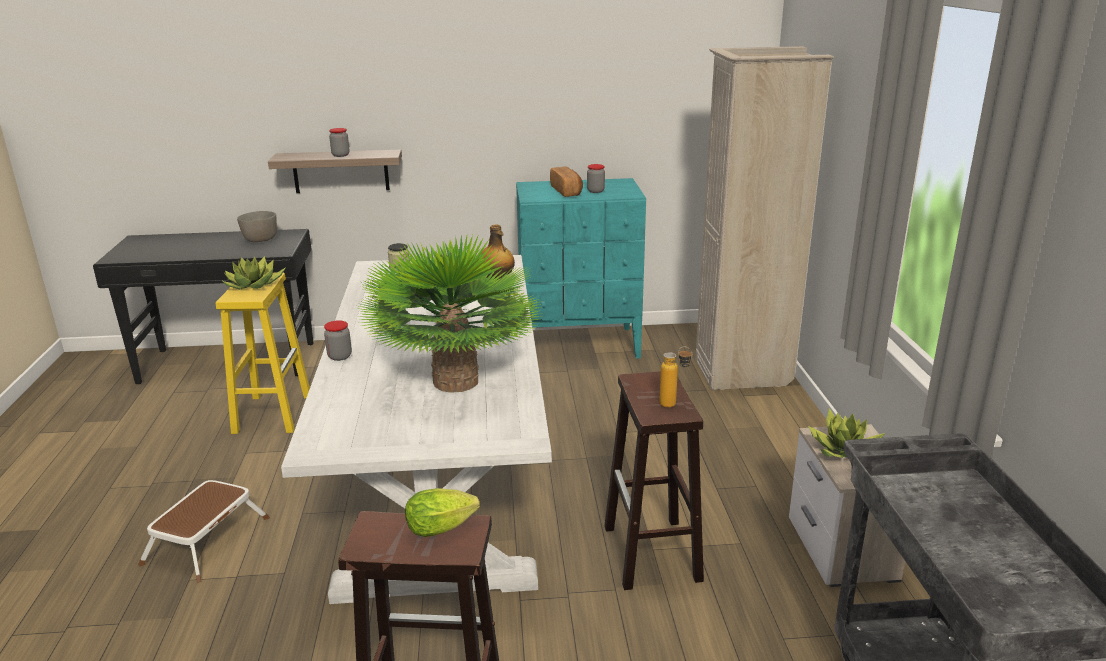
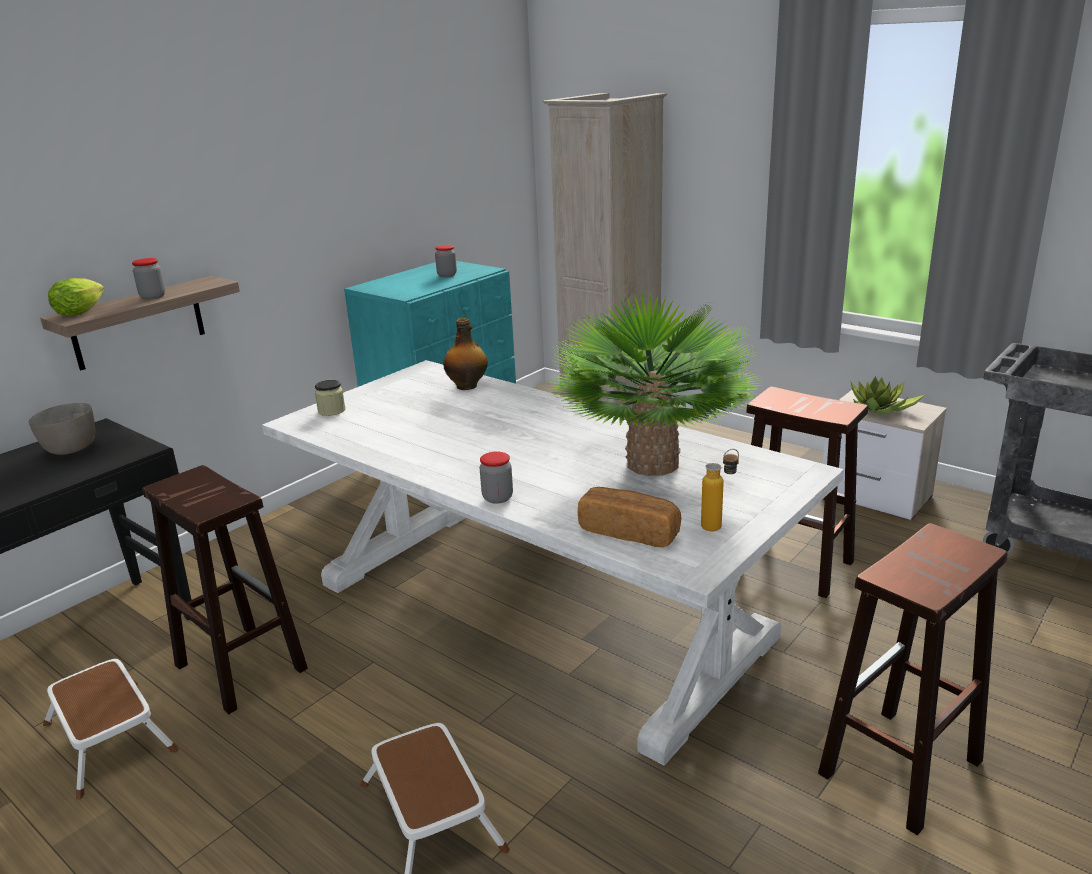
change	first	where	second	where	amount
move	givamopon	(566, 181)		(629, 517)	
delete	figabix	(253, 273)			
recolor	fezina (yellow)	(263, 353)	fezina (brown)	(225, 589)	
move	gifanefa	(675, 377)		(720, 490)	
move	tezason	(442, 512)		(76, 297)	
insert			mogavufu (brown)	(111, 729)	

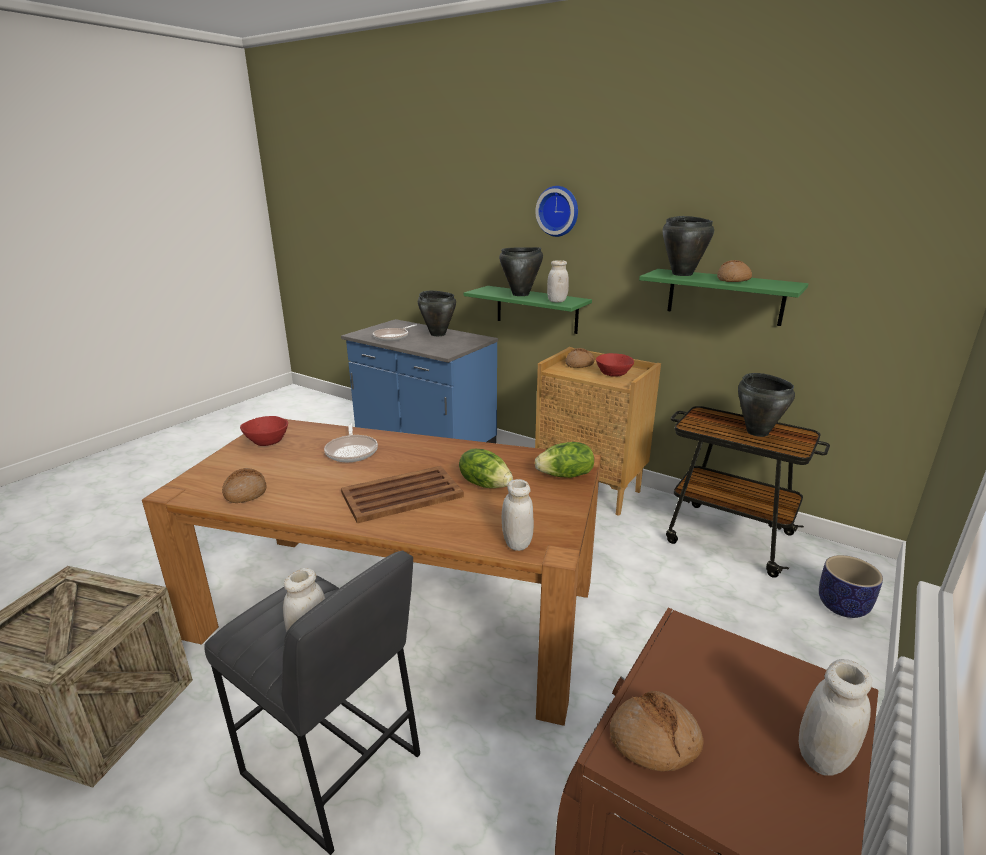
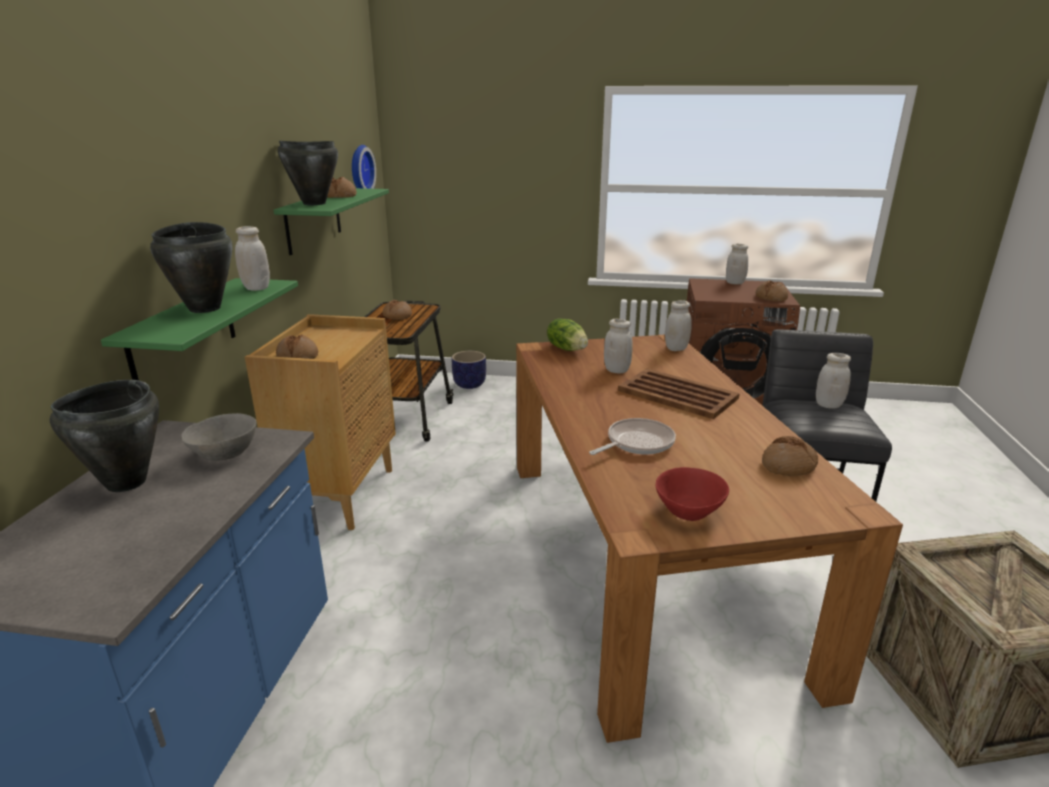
change	first	where	second	where	amount
move	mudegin	(556, 211)		(364, 167)	
delete	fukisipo	(395, 332)			
delete	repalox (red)	(615, 365)			
replace	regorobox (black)	(766, 405)	givamopon	(397, 310)	
replace	tezason	(486, 468)	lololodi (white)	(618, 346)	
insert			repalox (grey)	(219, 437)	

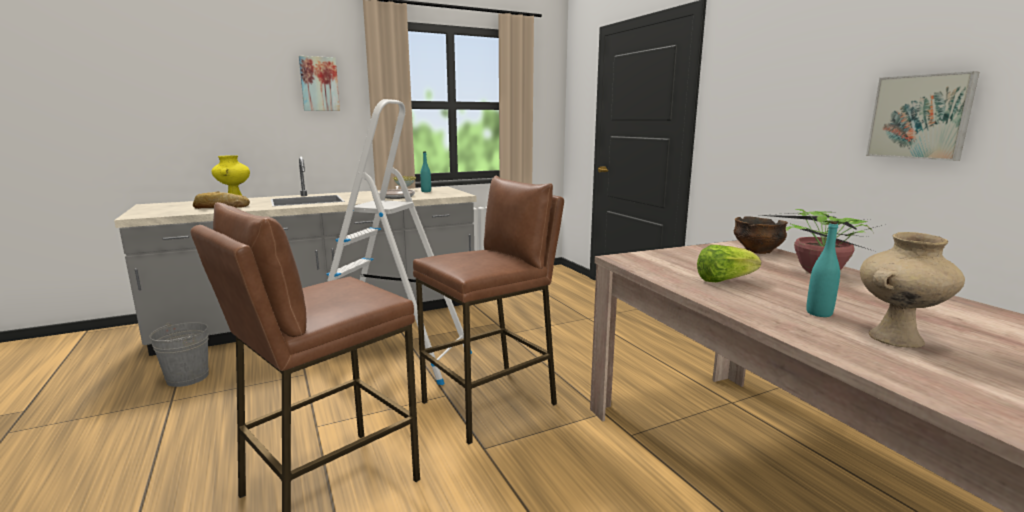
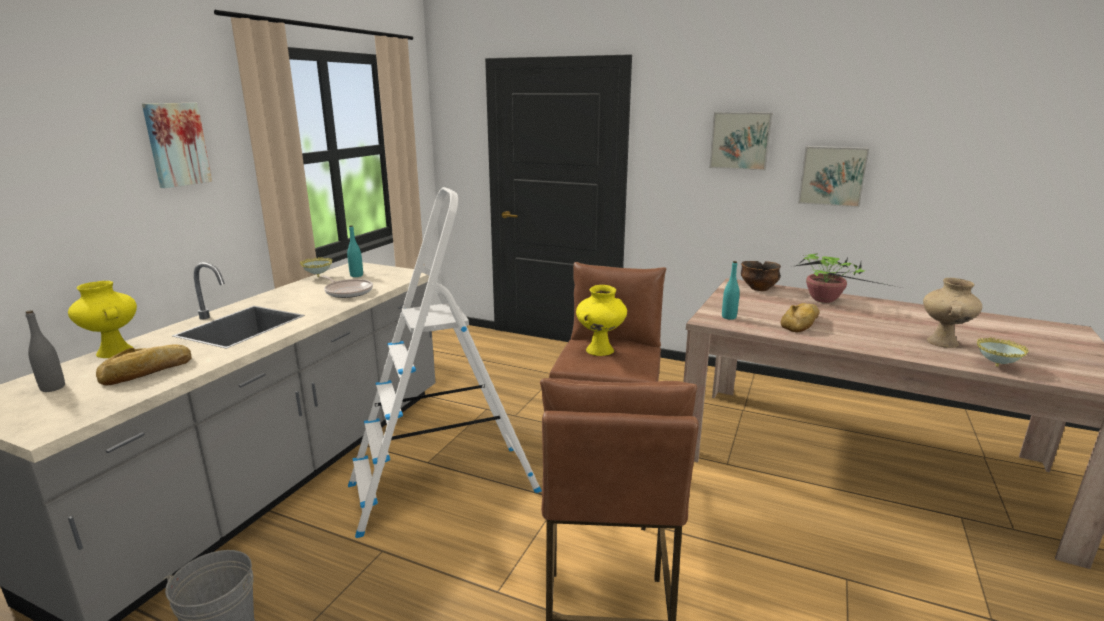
change	first	where	second	where	amount
move	gifanefa (turquoise)	(823, 269)		(731, 290)	
replace	tezason	(729, 263)	givamopon	(800, 317)	
insert			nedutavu	(741, 141)	
insert			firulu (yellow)	(601, 320)	
insert			gifanefa (grey)	(45, 351)	
insert			repalox	(1003, 352)	

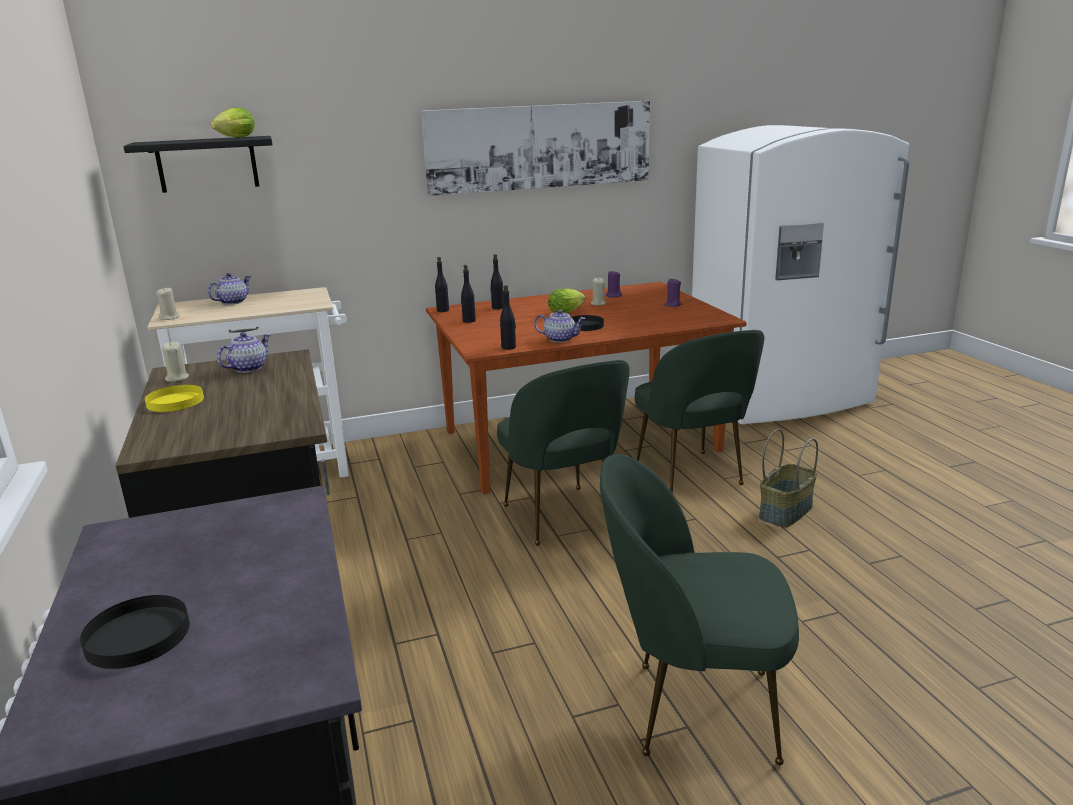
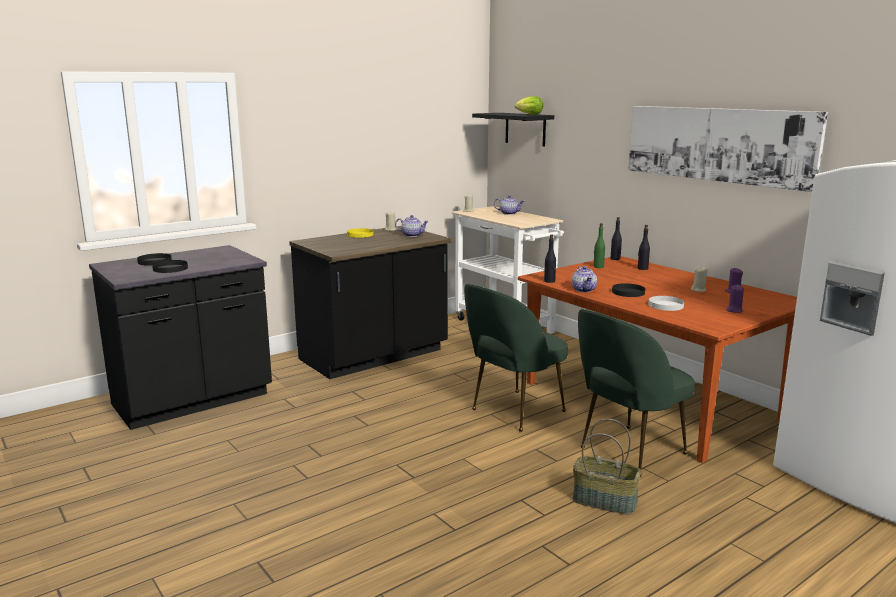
change	first	where	second	where	amount
recolor	gifanefa (black)	(468, 294)	gifanefa (green)	(599, 245)	
delete	tezason	(567, 300)			
delete	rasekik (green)	(699, 609)			
insert			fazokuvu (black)	(170, 266)	
insert			fazokuvu (white)	(666, 303)	

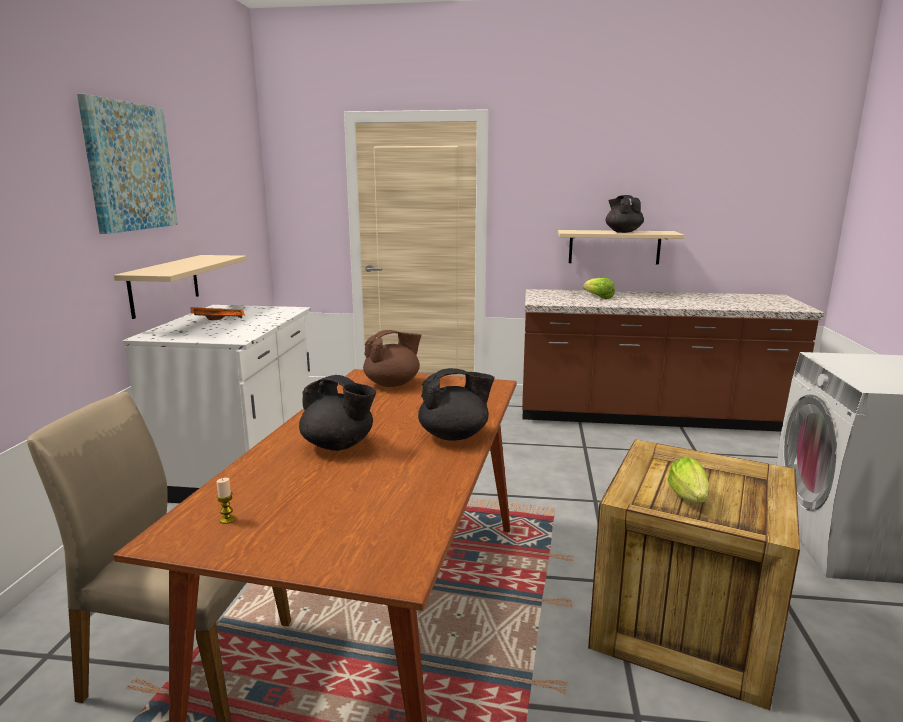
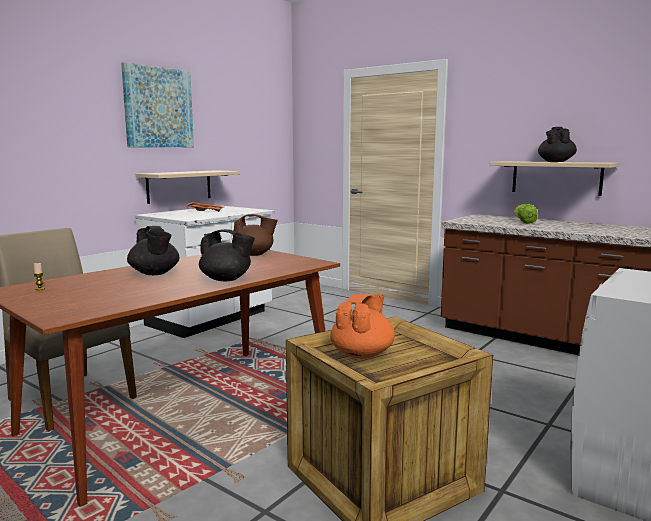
change	first	where	second	where	amount
replace	tezason	(688, 480)	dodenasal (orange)	(362, 326)	

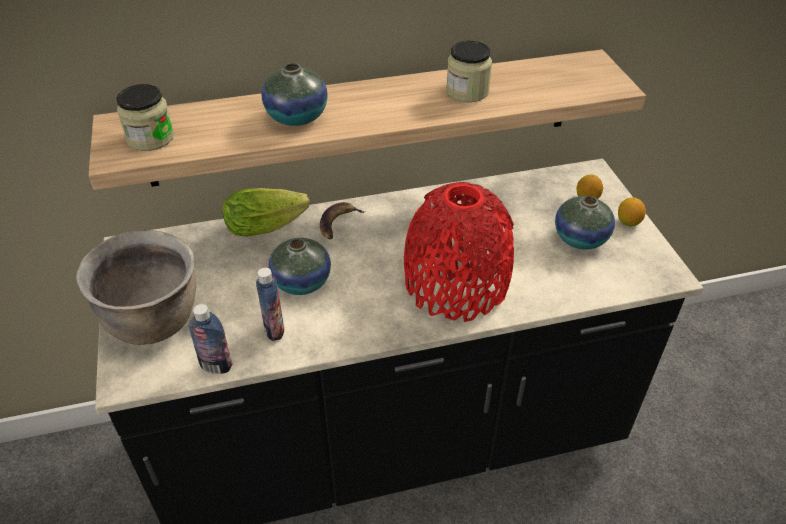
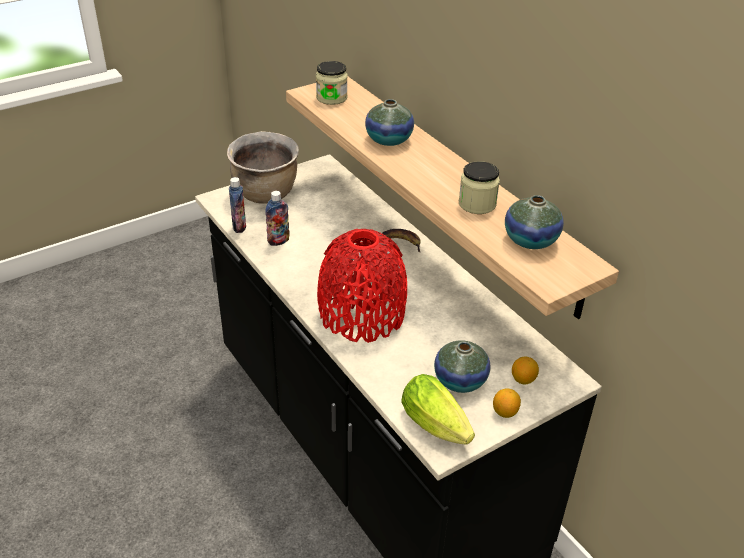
change	first	where	second	where	amount
move	tezason	(265, 212)		(438, 409)	
move	firulu	(299, 266)		(534, 222)	

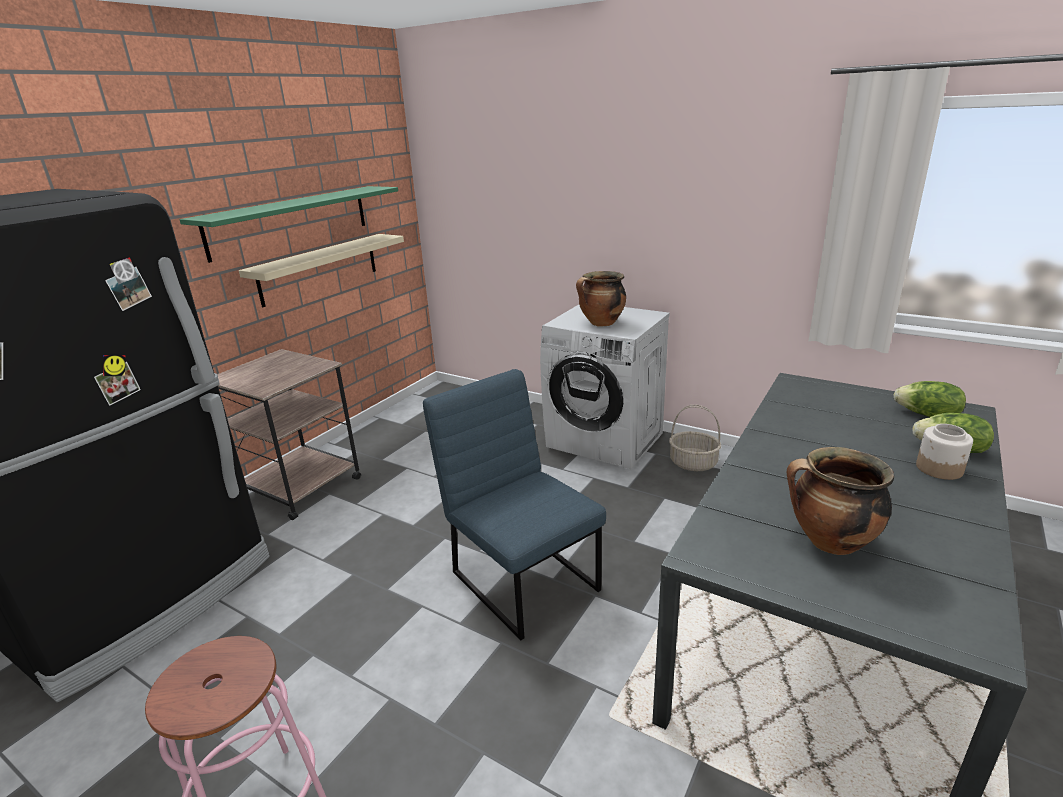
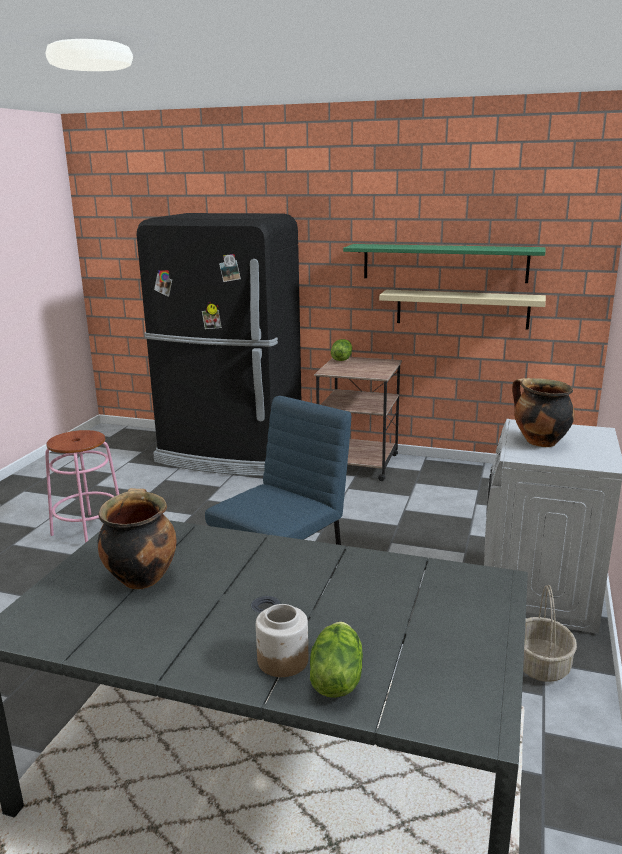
change	first	where	second	where	amount
move	tezason	(930, 399)		(341, 350)	

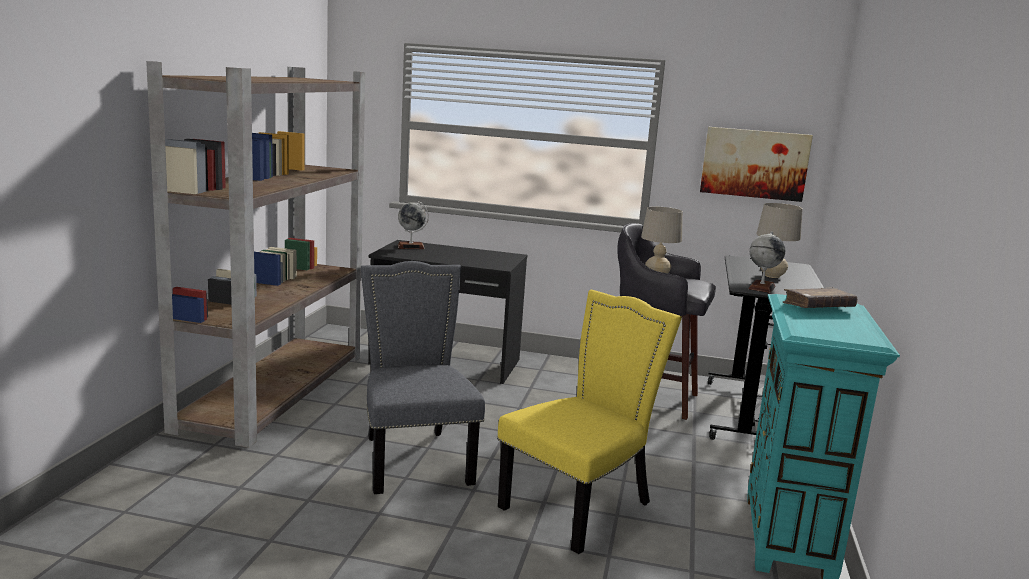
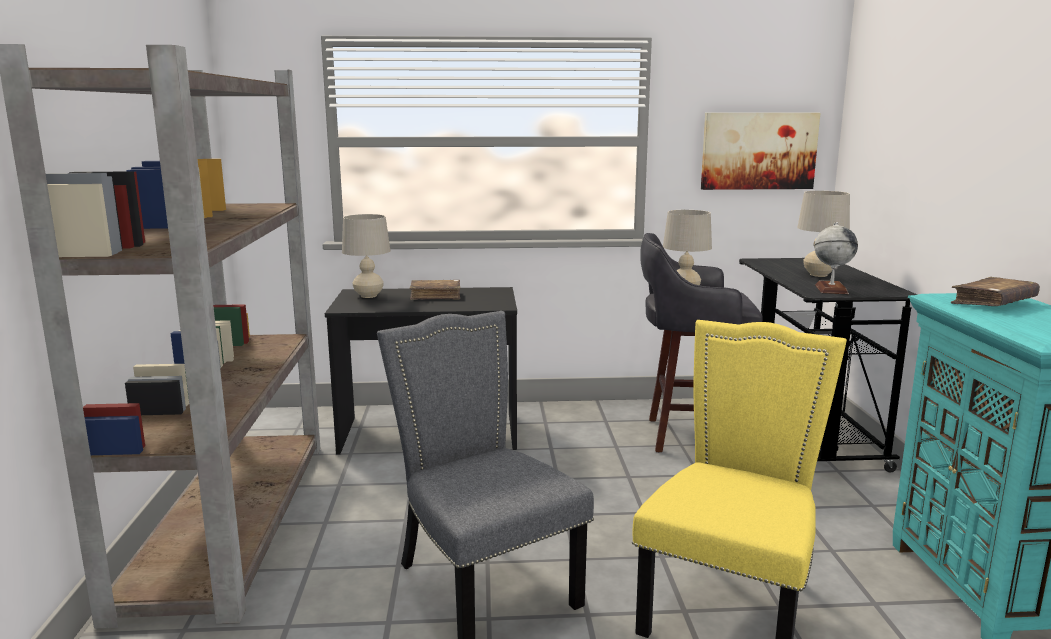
change	first	where	second	where	amount
replace	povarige	(413, 225)	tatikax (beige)	(366, 256)	
insert			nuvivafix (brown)	(435, 290)	

